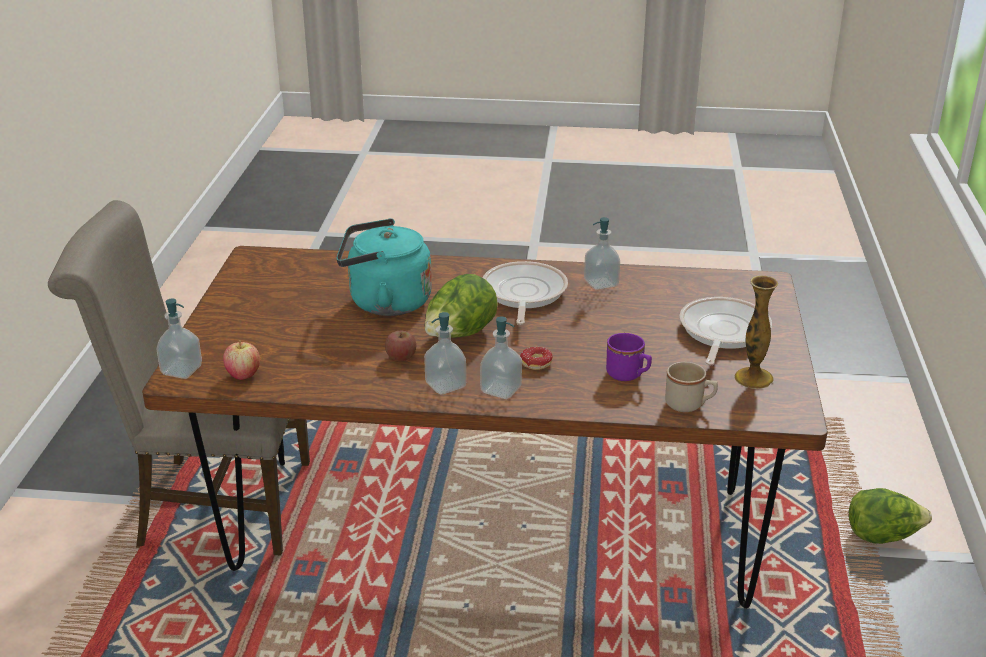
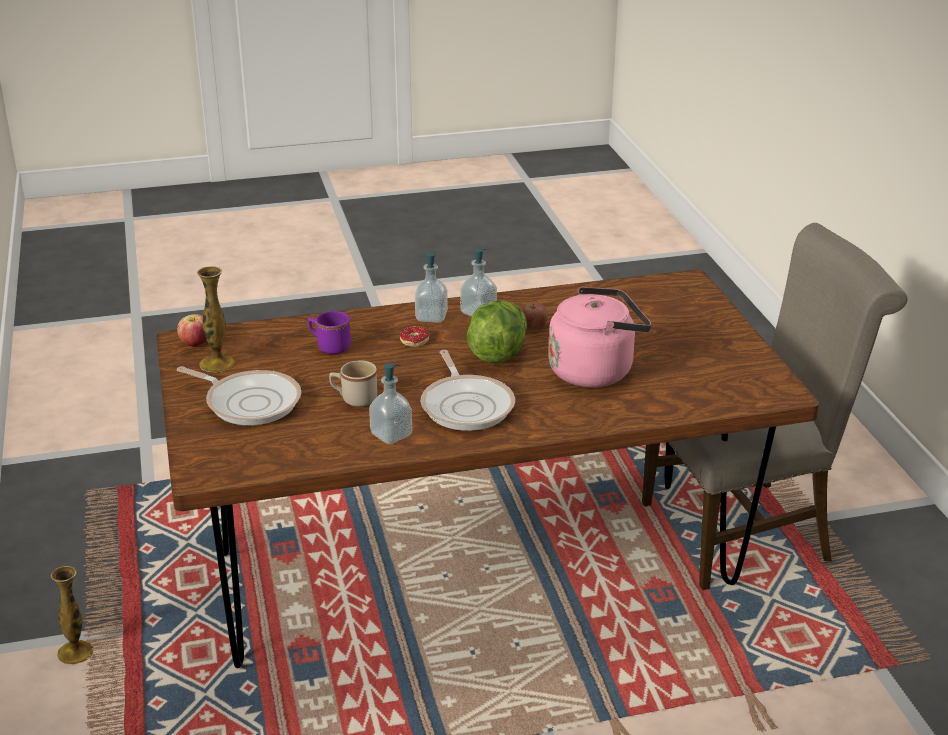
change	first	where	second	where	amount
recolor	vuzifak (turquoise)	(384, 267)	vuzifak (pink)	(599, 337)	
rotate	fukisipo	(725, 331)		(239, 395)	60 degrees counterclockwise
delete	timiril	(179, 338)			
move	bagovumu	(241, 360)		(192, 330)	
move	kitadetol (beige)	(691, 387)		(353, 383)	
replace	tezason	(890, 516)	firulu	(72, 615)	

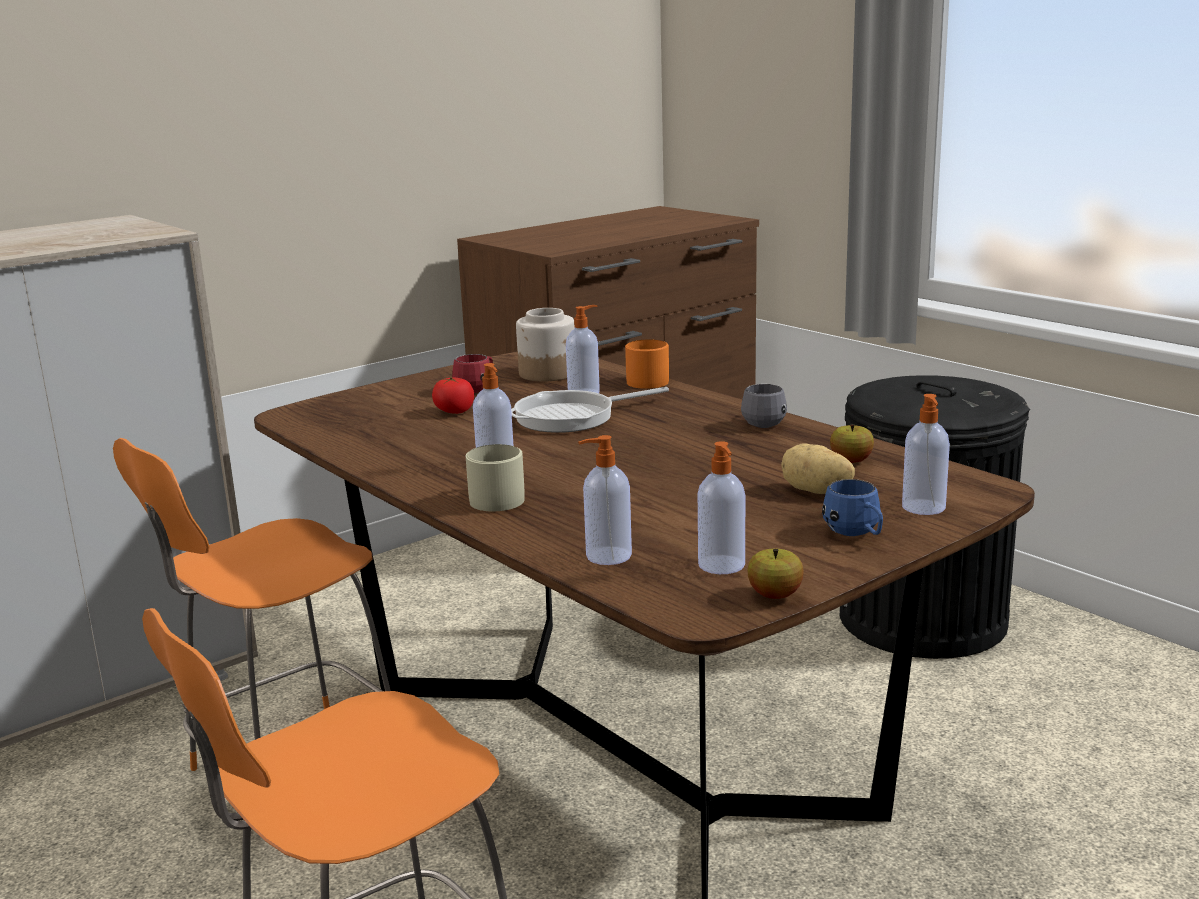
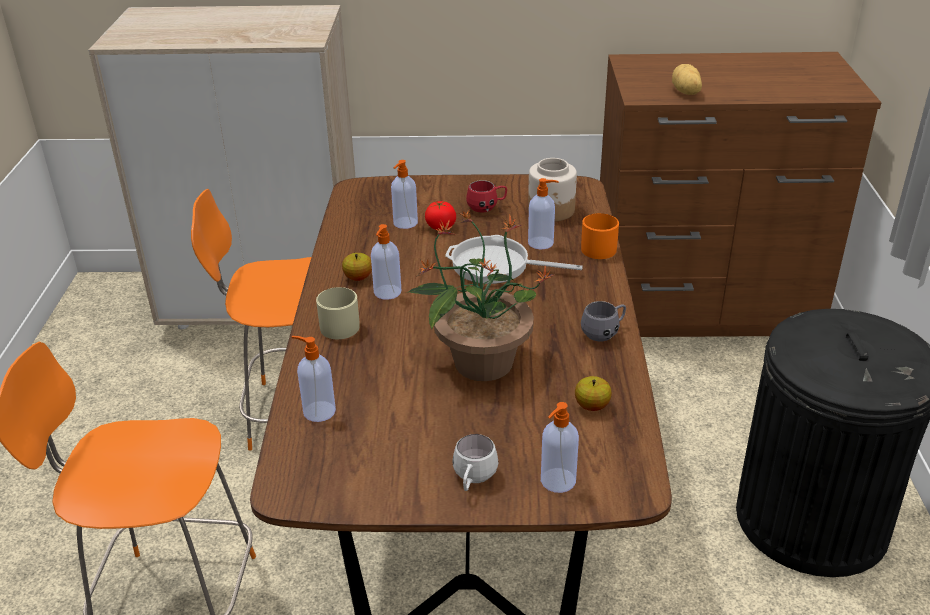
change	first	where	second	where	amount
move	timiril	(721, 507)		(404, 194)	
move	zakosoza	(818, 468)		(687, 79)	
recolor	kitadetol (blue)	(852, 507)	kitadetol (white)	(475, 462)	
move	bagovumu	(776, 574)		(357, 267)	
insert			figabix	(481, 294)	

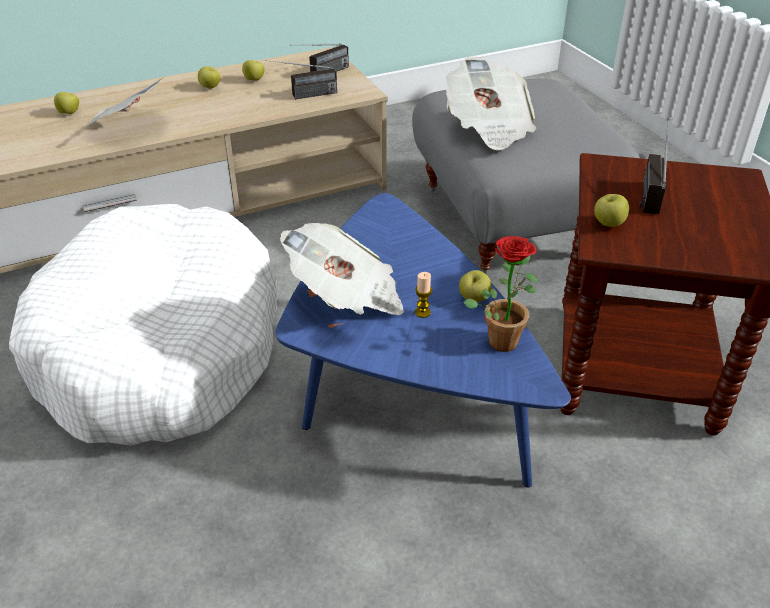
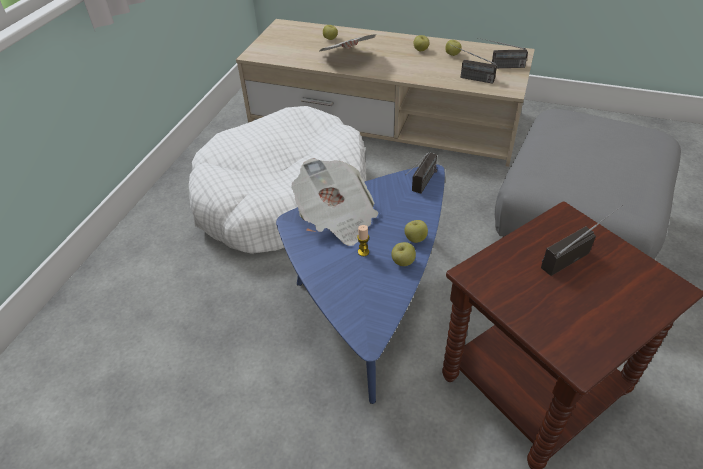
change	first	where	second	where	amount
delete	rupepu	(491, 104)			
move	bagovumu	(611, 210)		(416, 231)	
delete	figabix	(500, 294)			
insert			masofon	(421, 172)	

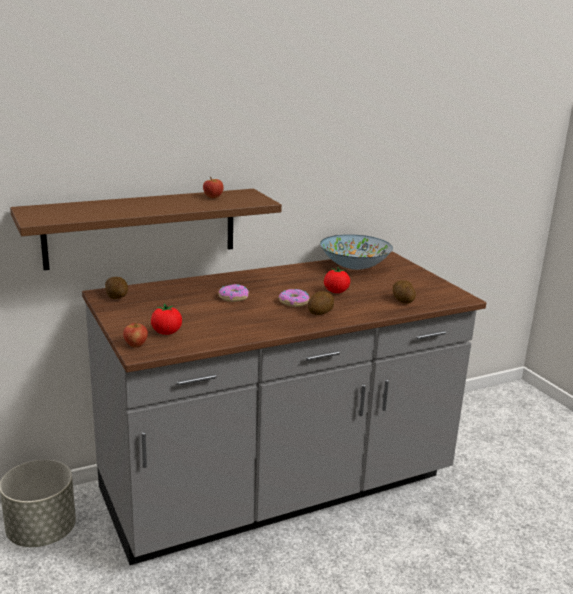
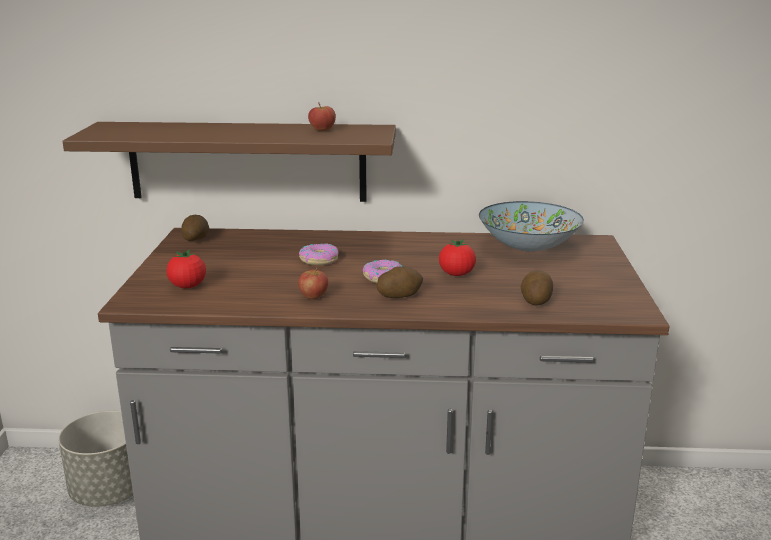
change	first	where	second	where	amount
move	bagovumu	(135, 334)		(313, 283)	

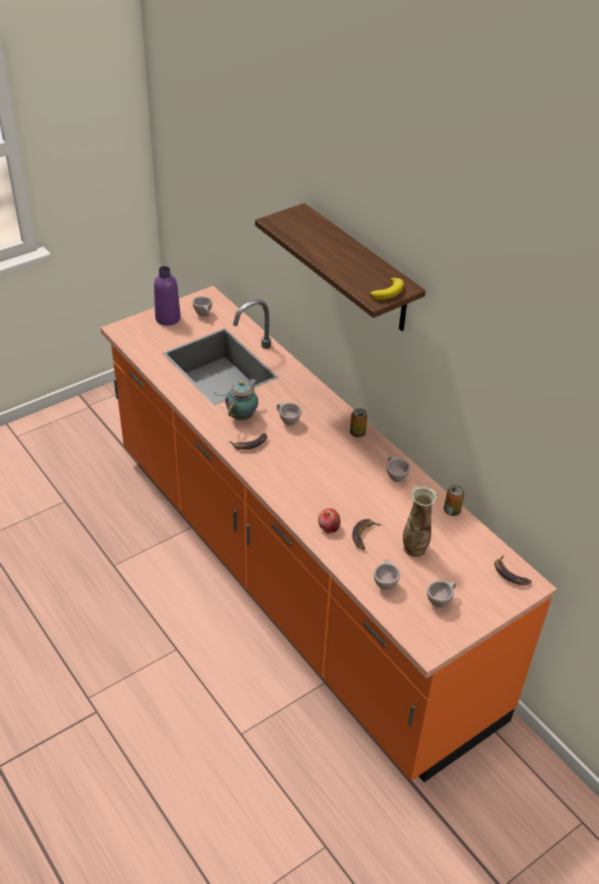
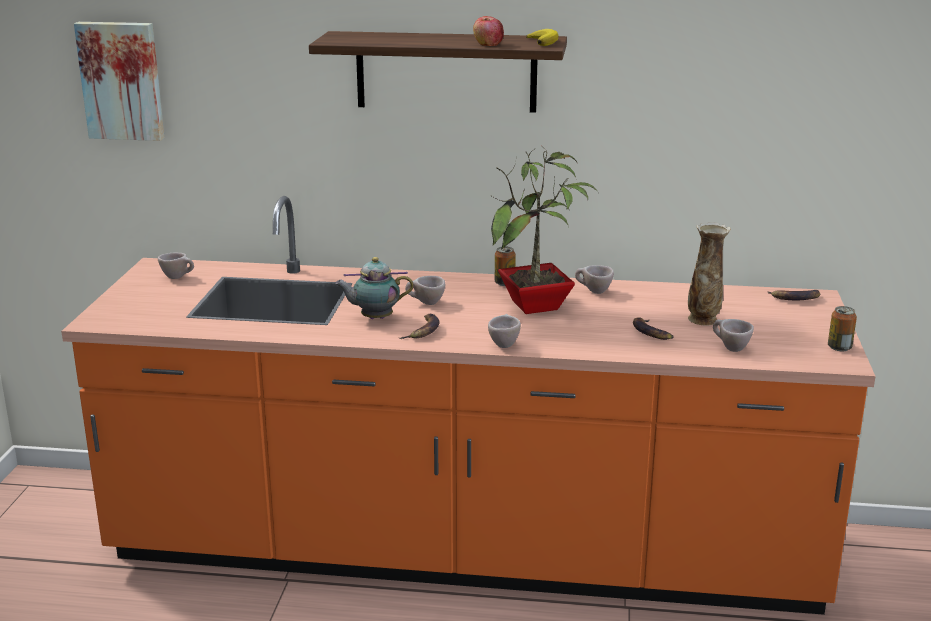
change	first	where	second	where	amount
delete	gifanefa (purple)	(167, 296)			
rotate	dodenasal	(241, 399)		(374, 288)	75 degrees counterclockwise
move	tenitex	(454, 500)		(842, 328)	
move	bagovumu	(329, 521)		(488, 31)	
move	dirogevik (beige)	(441, 594)		(504, 331)	
insert			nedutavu	(119, 81)	
insert			figabix	(543, 230)	

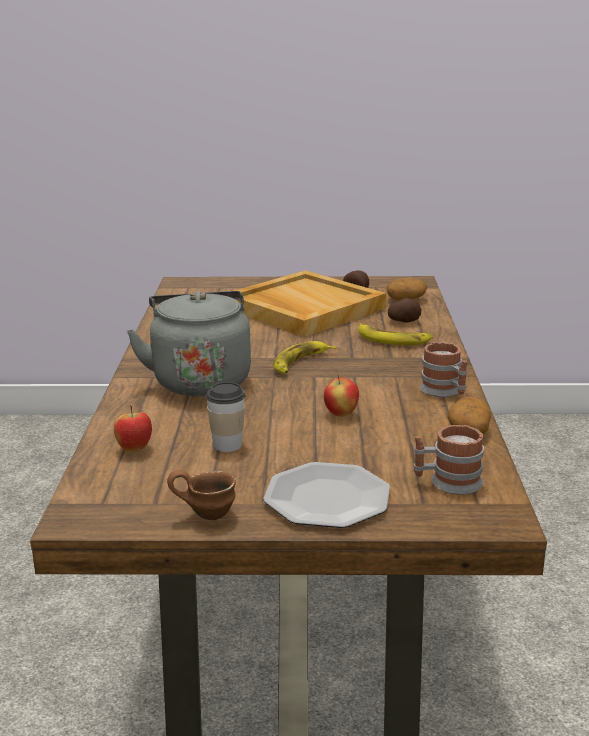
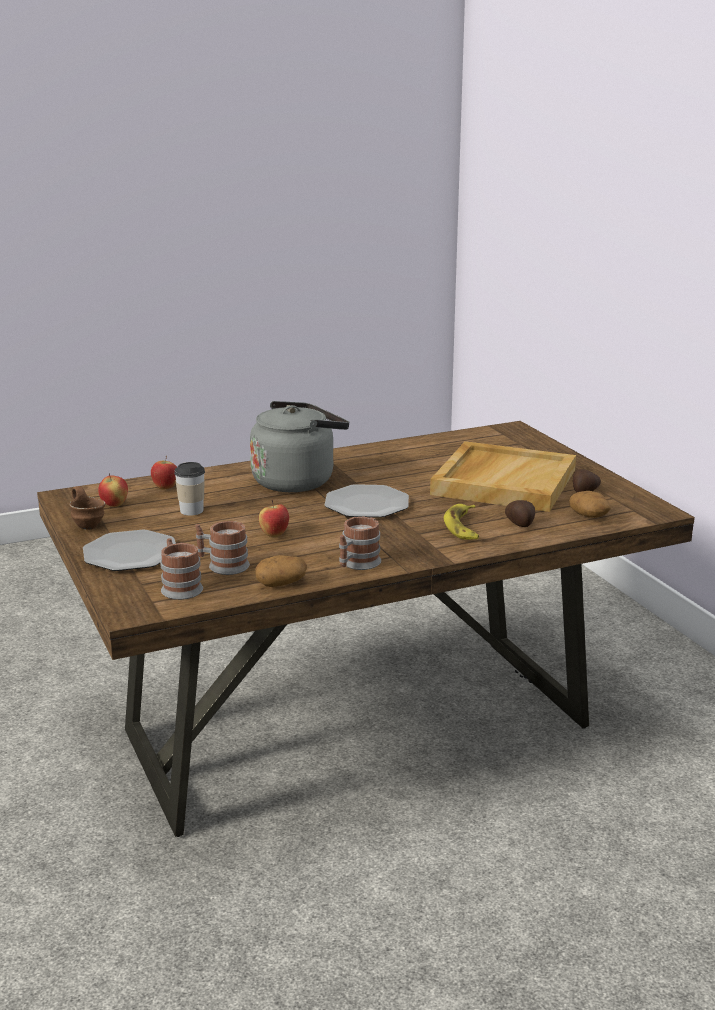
change	first	where	second	where	amount
replace	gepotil	(305, 357)	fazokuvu	(367, 501)	
insert			bagovumu	(113, 490)	
insert			kitadetol	(222, 548)	

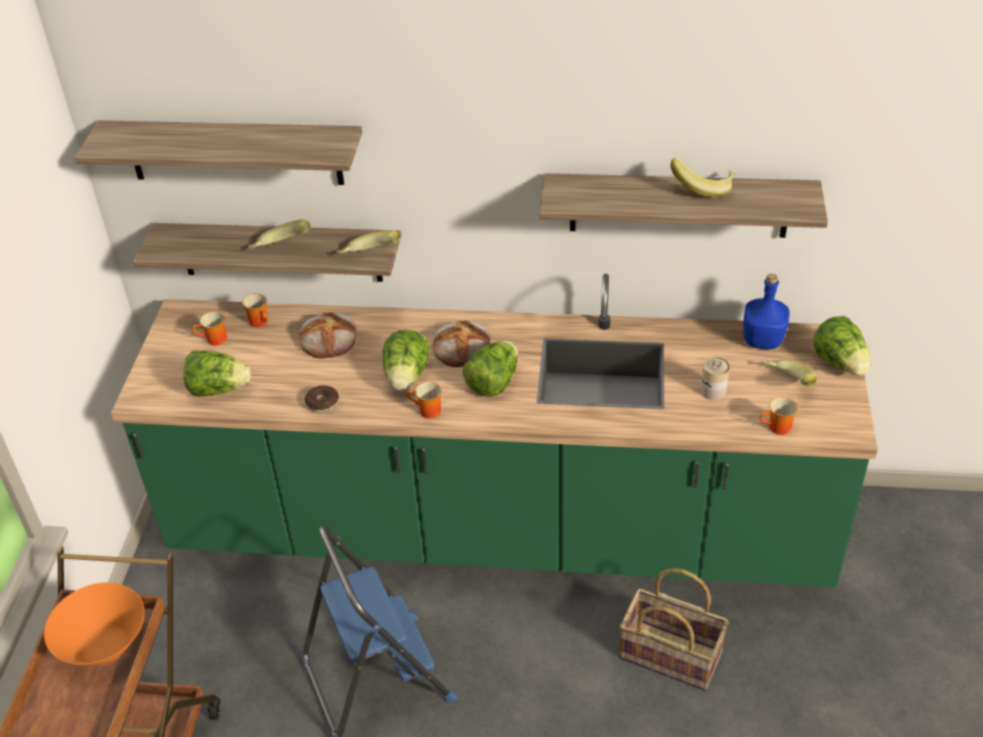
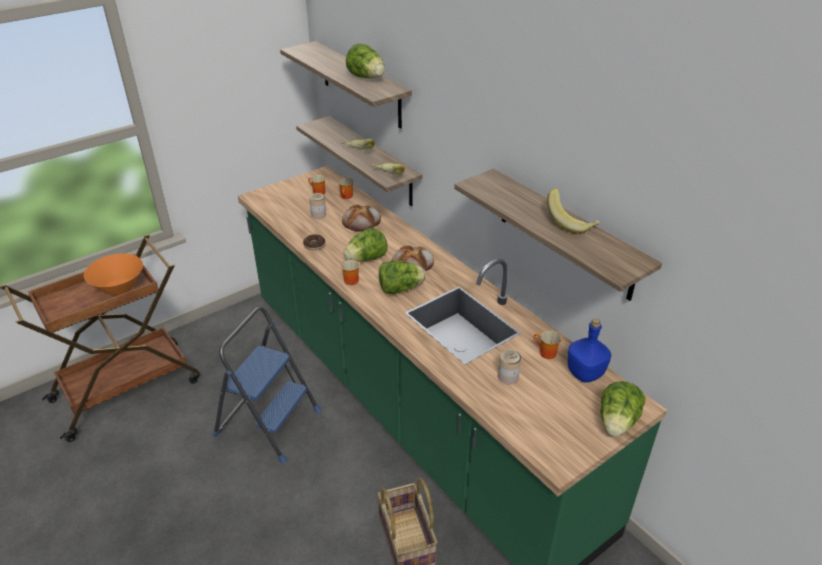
change	first	where	second	where	amount
move	tezason	(217, 374)		(365, 60)	
delete	gepotil	(789, 373)			
move	kitadetol	(778, 416)		(547, 344)	
insert			tenitex	(317, 206)	

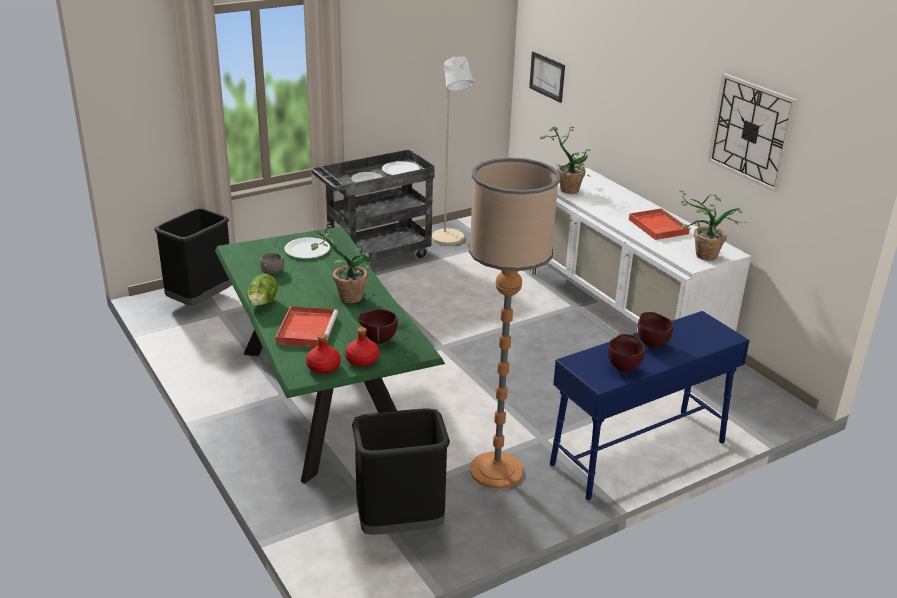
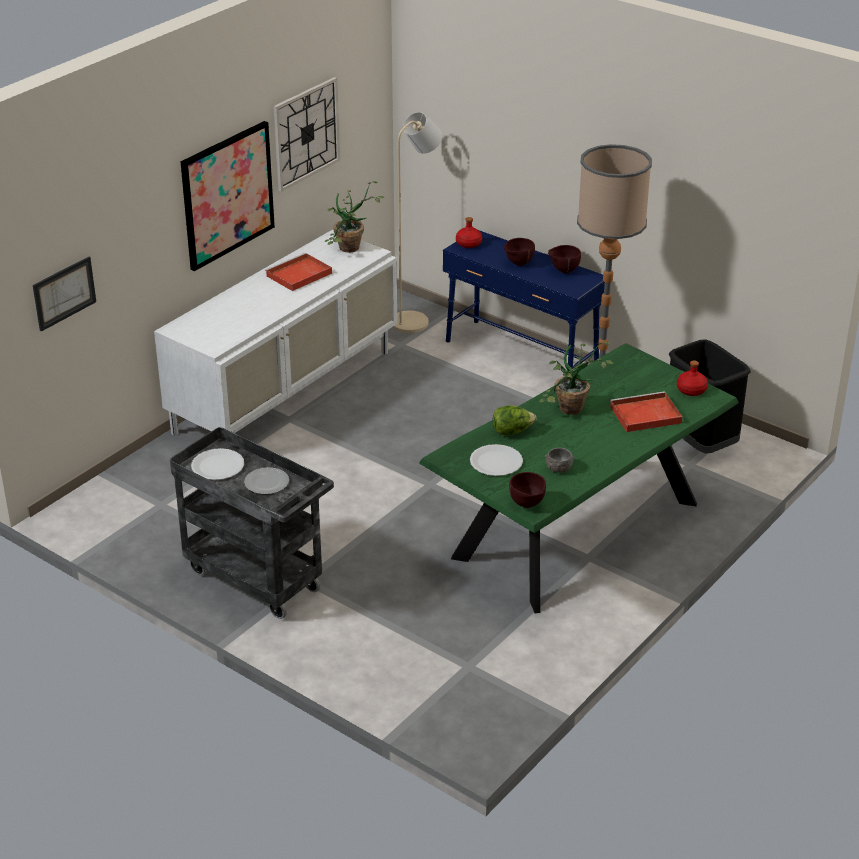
change	first	where	second	where	amount
move	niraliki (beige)	(453, 150)		(417, 222)	
delete	figabix	(565, 160)			
delete	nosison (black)	(193, 257)			
move	tezason	(262, 290)		(515, 420)	
move	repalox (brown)	(378, 326)		(527, 490)	
move	gifanefa (red)	(362, 347)		(469, 232)	
insert			nedutavu	(228, 196)	

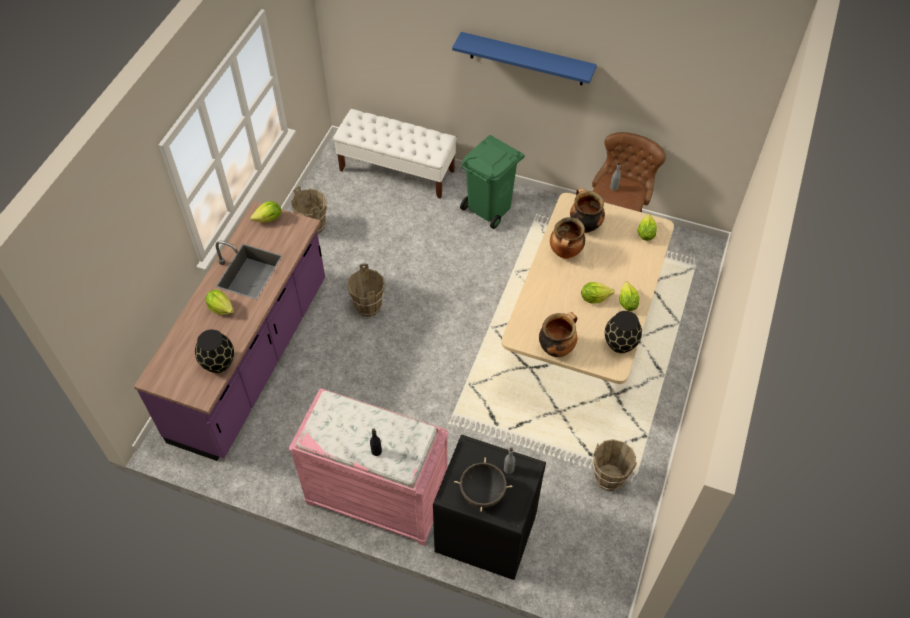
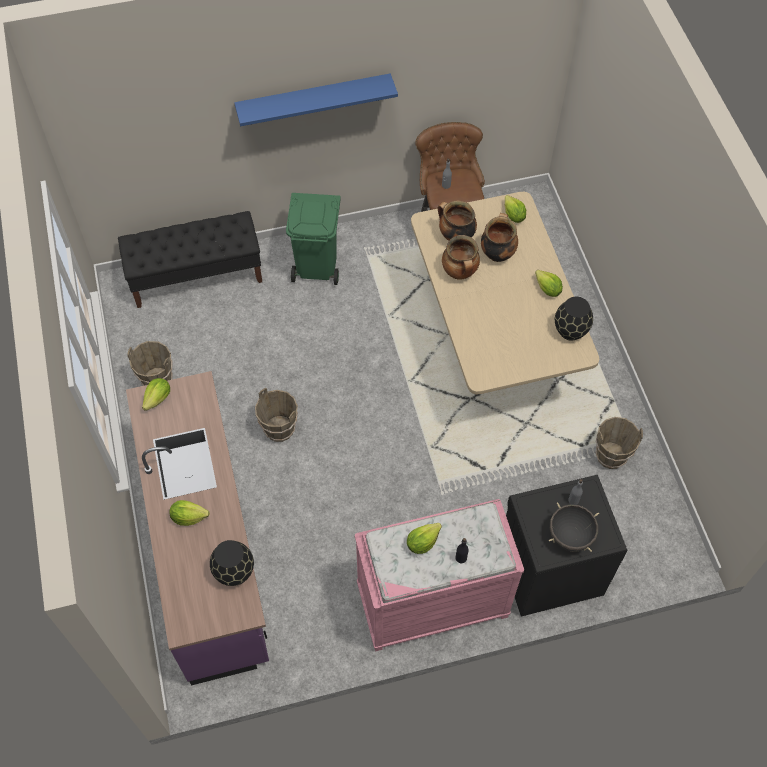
change	first	where	second	where	amount
recolor	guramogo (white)	(395, 154)	guramogo (black)	(190, 259)	
move	tezason	(597, 293)		(424, 538)	
move	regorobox	(558, 334)		(499, 237)	

